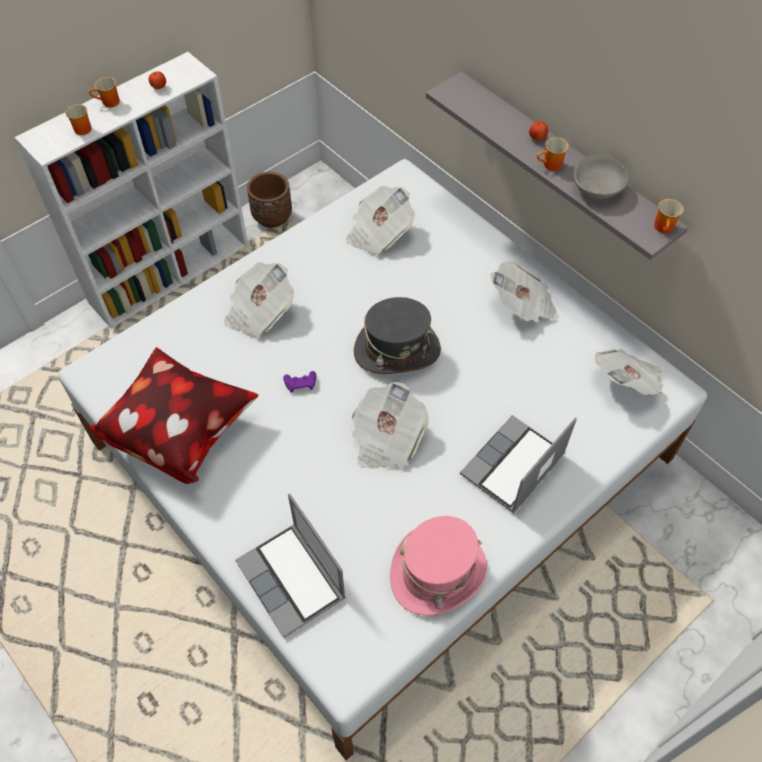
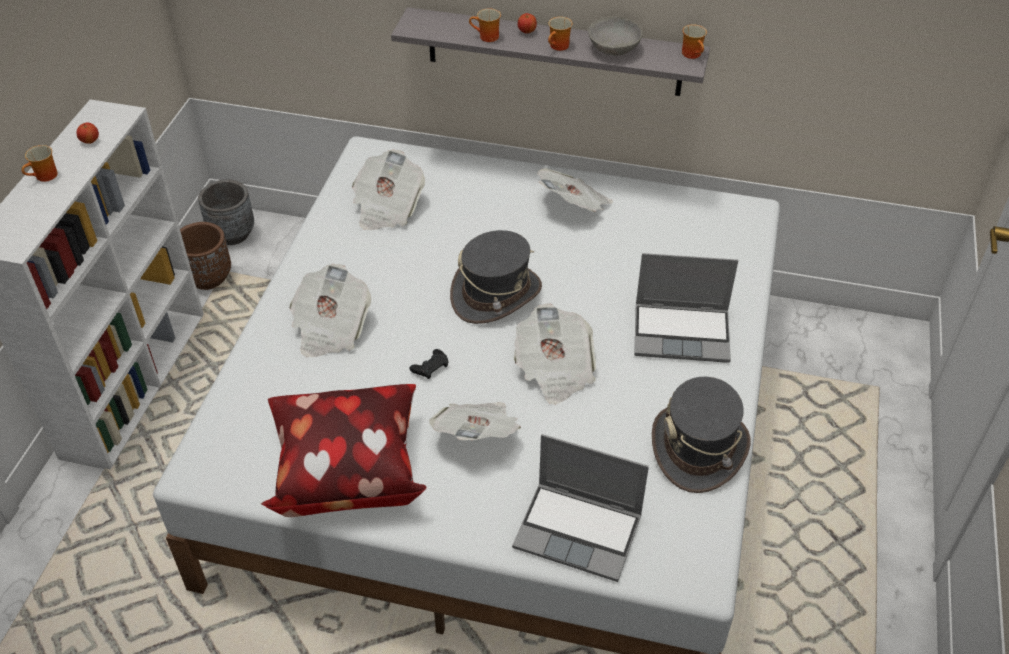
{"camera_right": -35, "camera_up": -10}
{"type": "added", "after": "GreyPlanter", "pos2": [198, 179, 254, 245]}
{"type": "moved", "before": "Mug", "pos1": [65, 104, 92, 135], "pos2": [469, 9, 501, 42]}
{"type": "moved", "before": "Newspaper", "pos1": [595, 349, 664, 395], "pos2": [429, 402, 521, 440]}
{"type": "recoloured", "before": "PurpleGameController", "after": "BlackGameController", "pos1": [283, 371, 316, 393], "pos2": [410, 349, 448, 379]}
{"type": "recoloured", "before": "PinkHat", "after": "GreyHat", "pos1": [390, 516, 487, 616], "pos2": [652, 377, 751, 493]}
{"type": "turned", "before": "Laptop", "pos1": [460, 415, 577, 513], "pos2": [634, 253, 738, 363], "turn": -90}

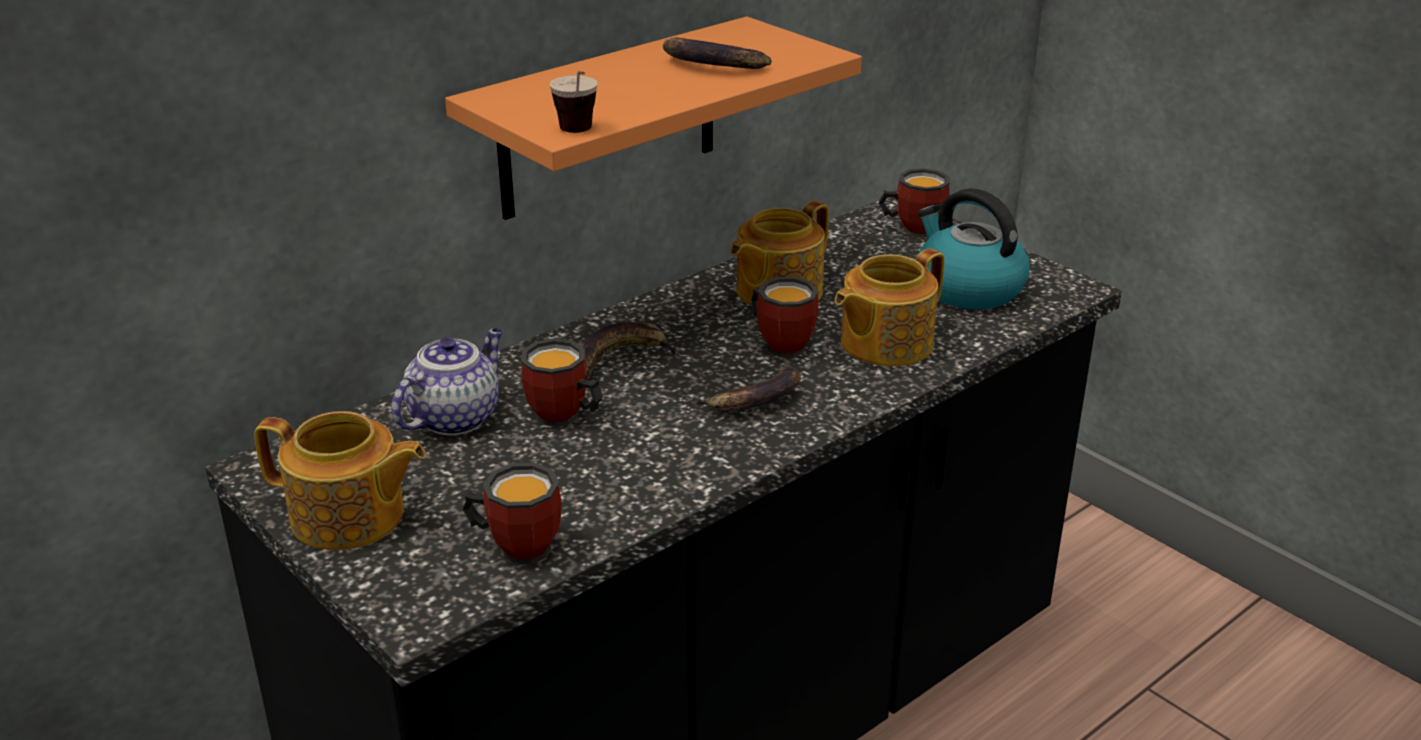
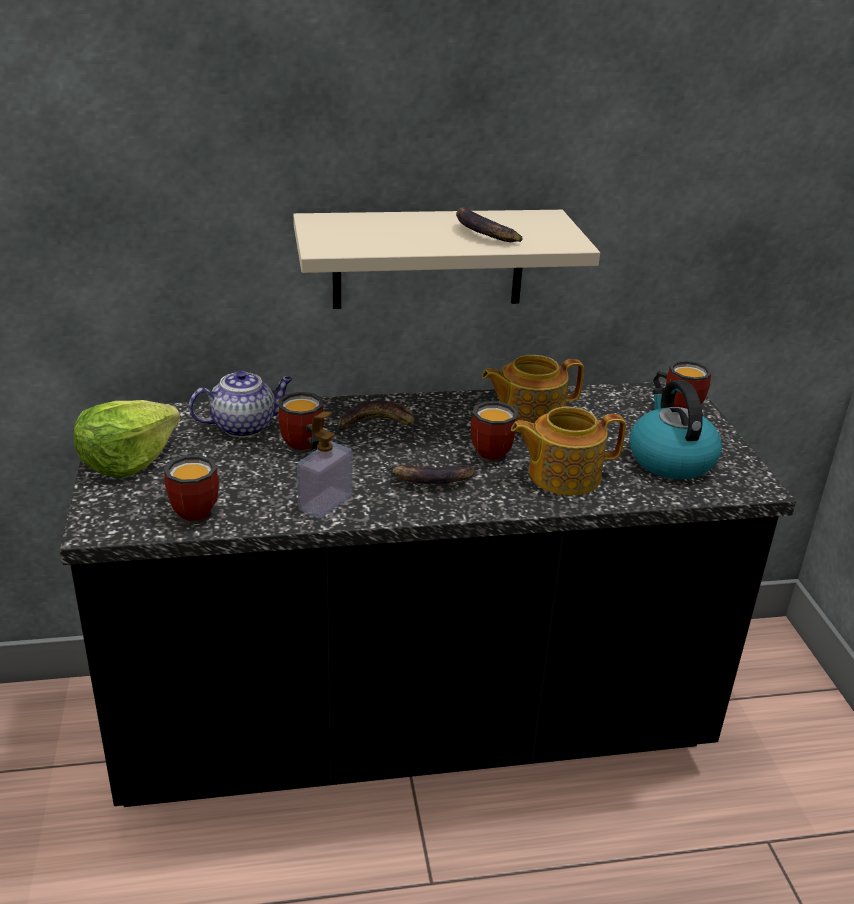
{"camera_right": 30, "camera_up": 0}
{"type": "removed", "before": "Cup", "pos1": [550, 71, 597, 133]}
{"type": "added", "after": "SoapDispenser", "pos2": [297, 412, 352, 518]}
{"type": "replaced", "before": "Teapot", "after": "Lettuce", "pos1": [254, 411, 426, 550], "pos2": [74, 400, 181, 478]}
{"type": "recoloured", "before": "OrangeShelf", "after": "BeigeShelf", "pos1": [445, 17, 862, 220], "pos2": [293, 210, 600, 309]}

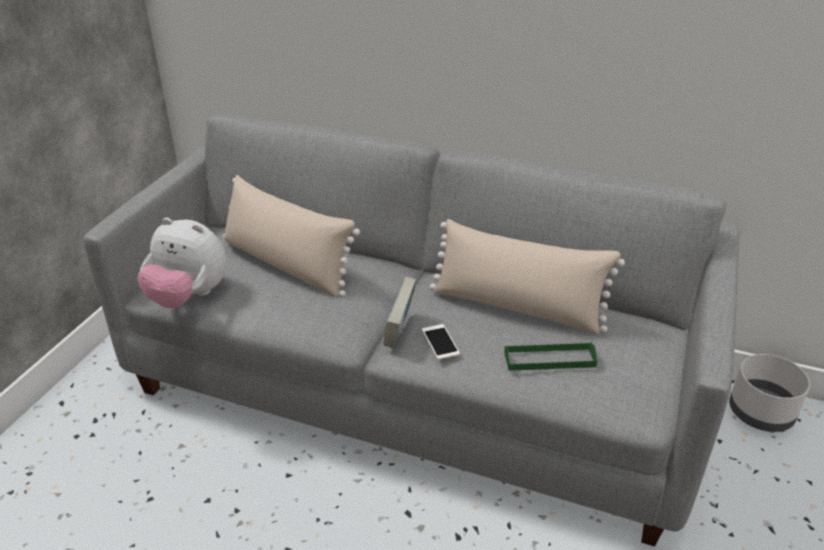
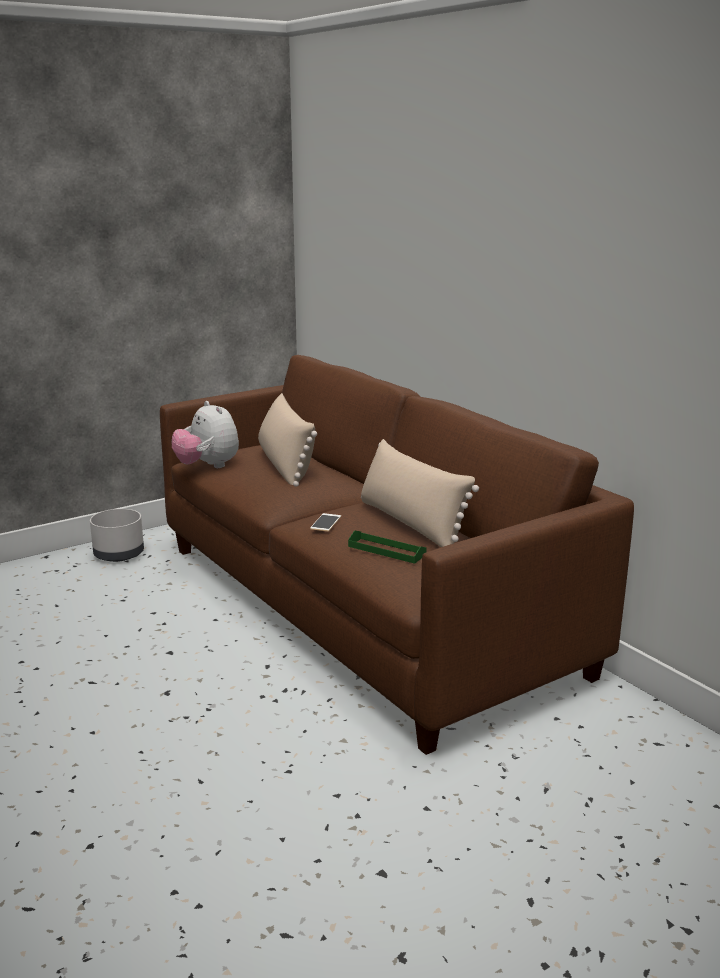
{"camera_right": 35, "camera_up": -15}
{"type": "removed", "before": "Book", "pos1": [384, 277, 416, 348]}
{"type": "moved", "before": "GreyPlanter", "pos1": [729, 354, 810, 432], "pos2": [90, 509, 144, 562]}
{"type": "recoloured", "before": "GreySofa", "after": "BrownSofa", "pos1": [83, 114, 739, 546], "pos2": [160, 355, 634, 755]}

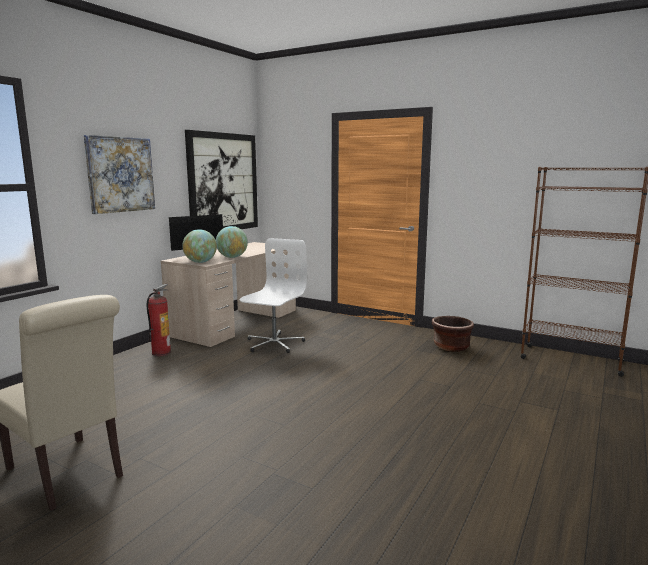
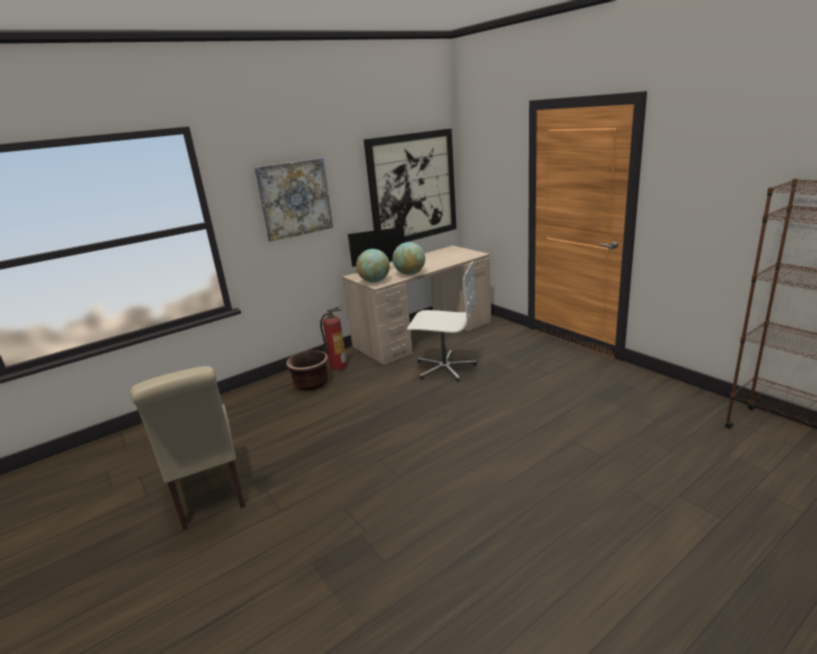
{"camera_right": 25, "camera_up": 10}
{"type": "moved", "before": "BrownPlanter", "pos1": [432, 316, 474, 352], "pos2": [286, 350, 328, 390]}
{"type": "turned", "before": "WhiteOfficeChair", "pos1": [240, 238, 307, 353], "pos2": [407, 261, 477, 382], "turn": 60}

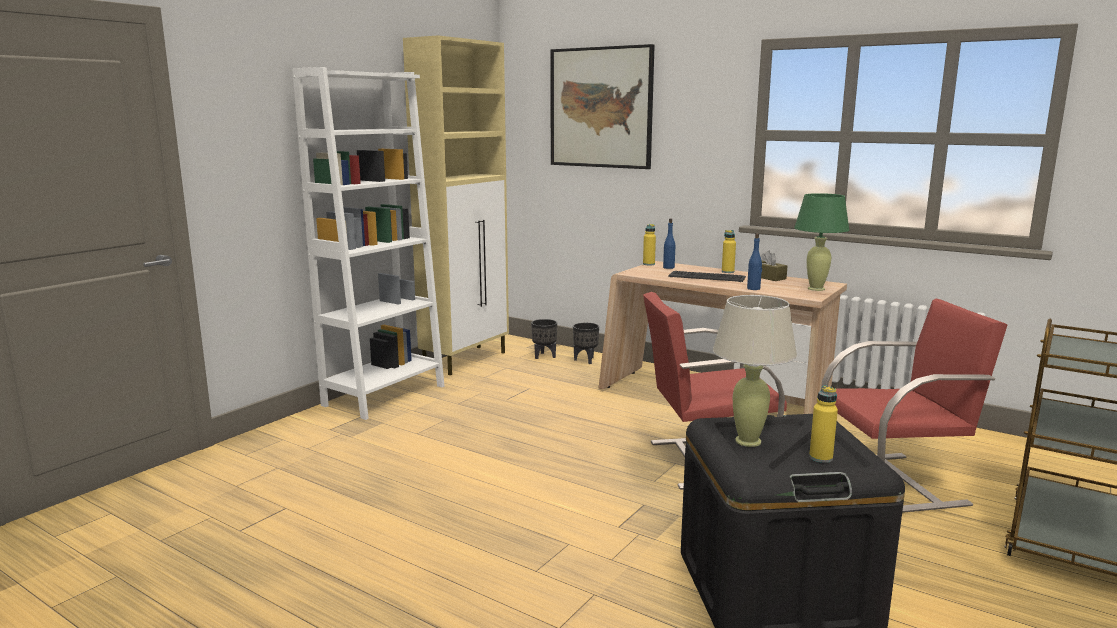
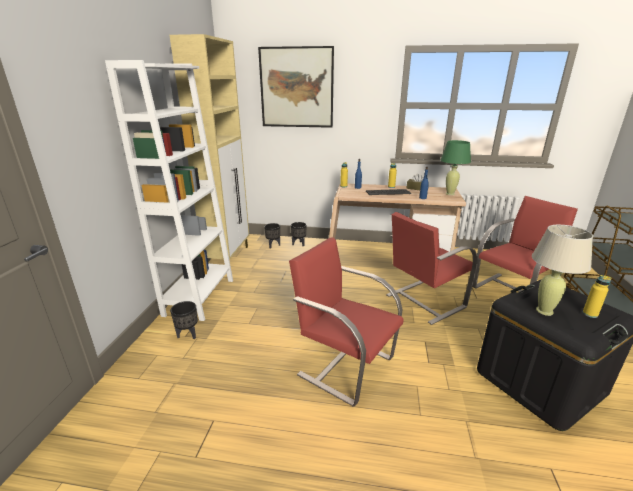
{"camera_right": -25, "camera_up": 10}
{"type": "added", "after": "BlackPlanter", "pos2": [170, 301, 198, 339]}
{"type": "added", "after": "RedChair", "pos2": [289, 238, 403, 406]}

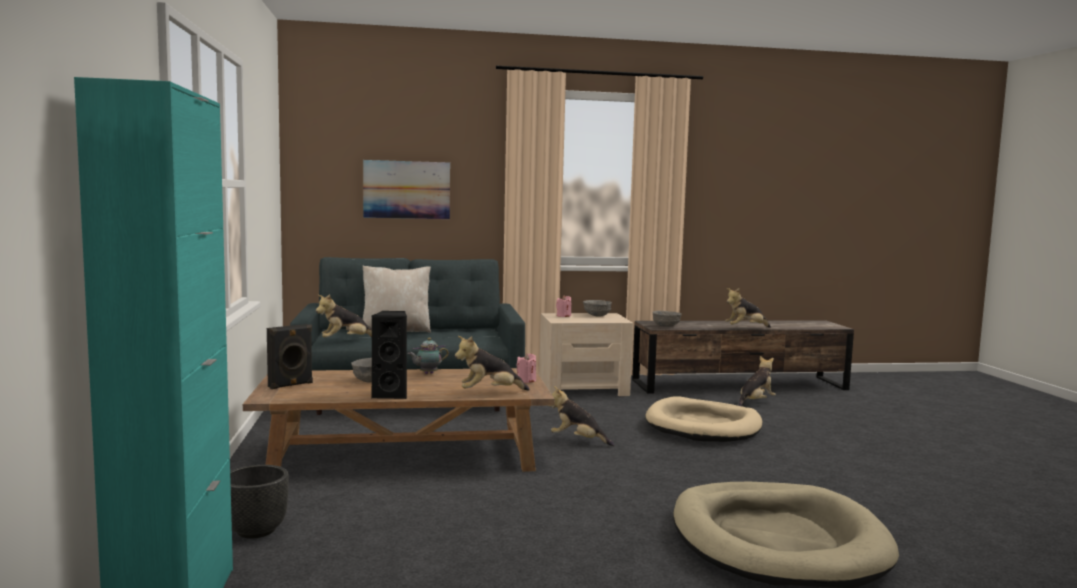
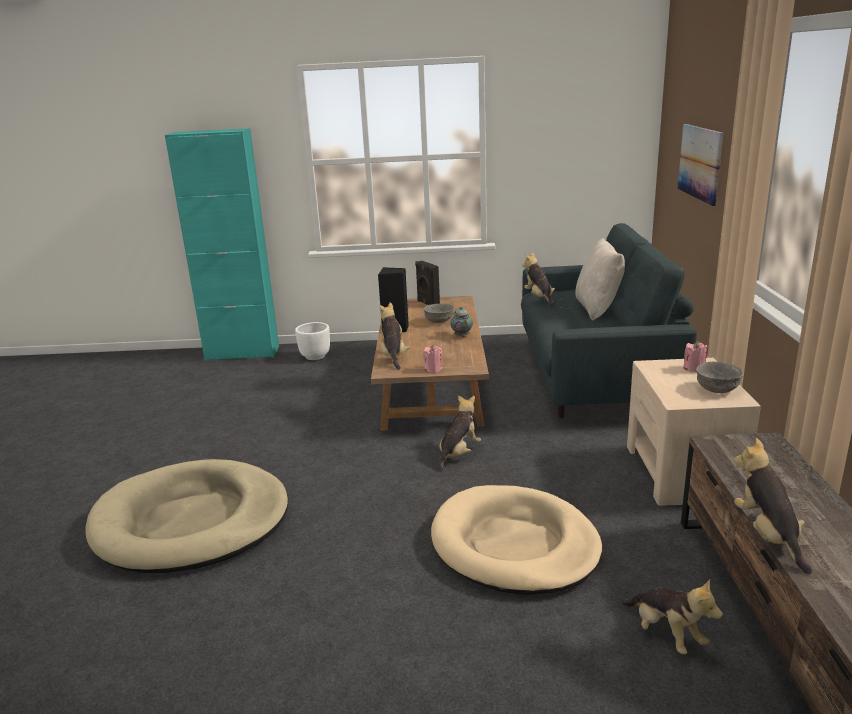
{"camera_right": 100, "camera_up": 15}
{"type": "removed", "before": "GreyBowl", "pos1": [652, 311, 682, 327]}
{"type": "recoloured", "before": "BlackPlanter", "after": "WhitePlanter", "pos1": [230, 465, 289, 539], "pos2": [295, 322, 330, 360]}

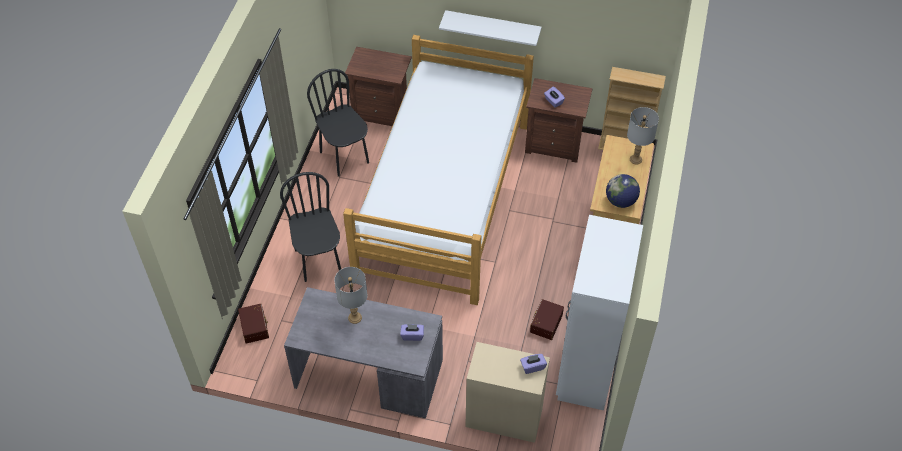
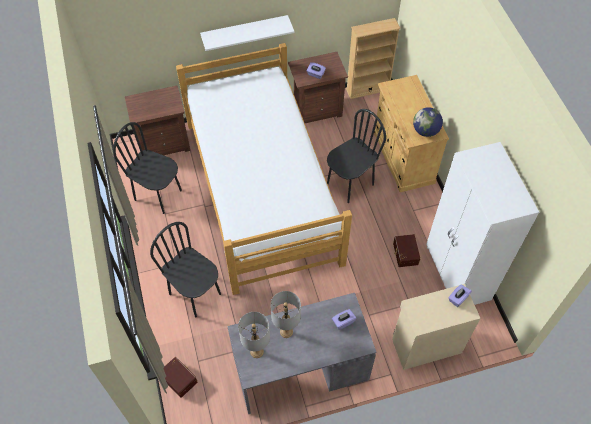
{"camera_right": -30, "camera_up": 5}
{"type": "added", "after": "BlackChair", "pos2": [327, 109, 386, 203]}
{"type": "moved", "before": "GreyTableLamp", "pos1": [627, 107, 659, 164], "pos2": [238, 312, 270, 358]}

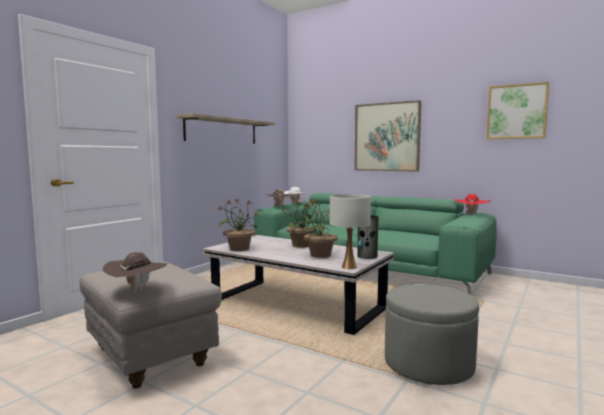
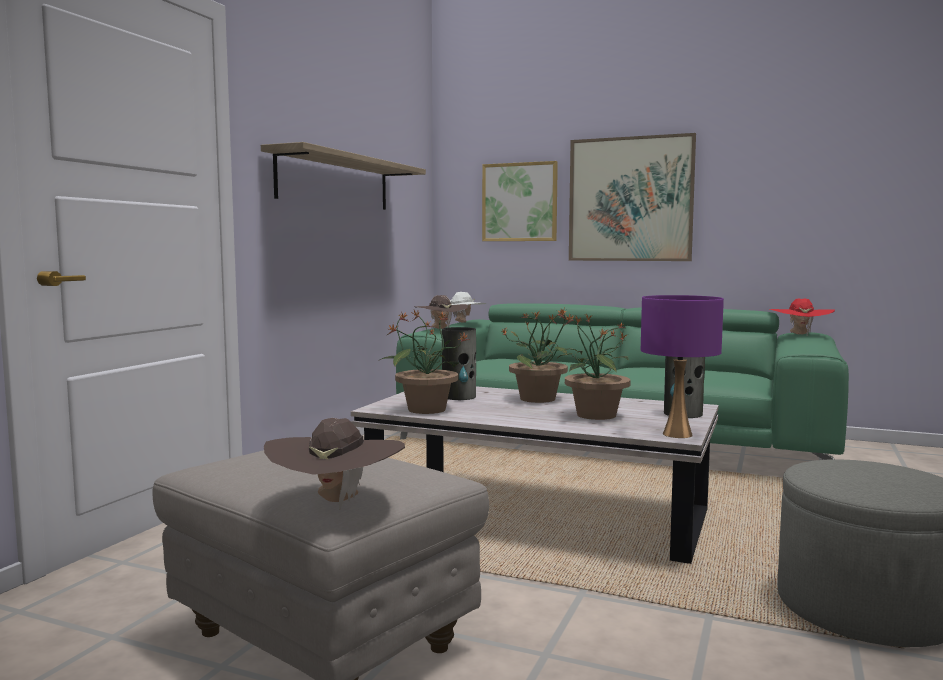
{"camera_right": -10, "camera_up": 0}
{"type": "added", "after": "Vase", "pos2": [442, 327, 476, 400]}
{"type": "moved", "before": "Picture", "pos1": [486, 82, 549, 139], "pos2": [482, 161, 558, 241]}
{"type": "recoloured", "before": "WhiteTableLamp", "after": "PurpleTableLamp", "pos1": [330, 194, 371, 269], "pos2": [641, 295, 724, 438]}

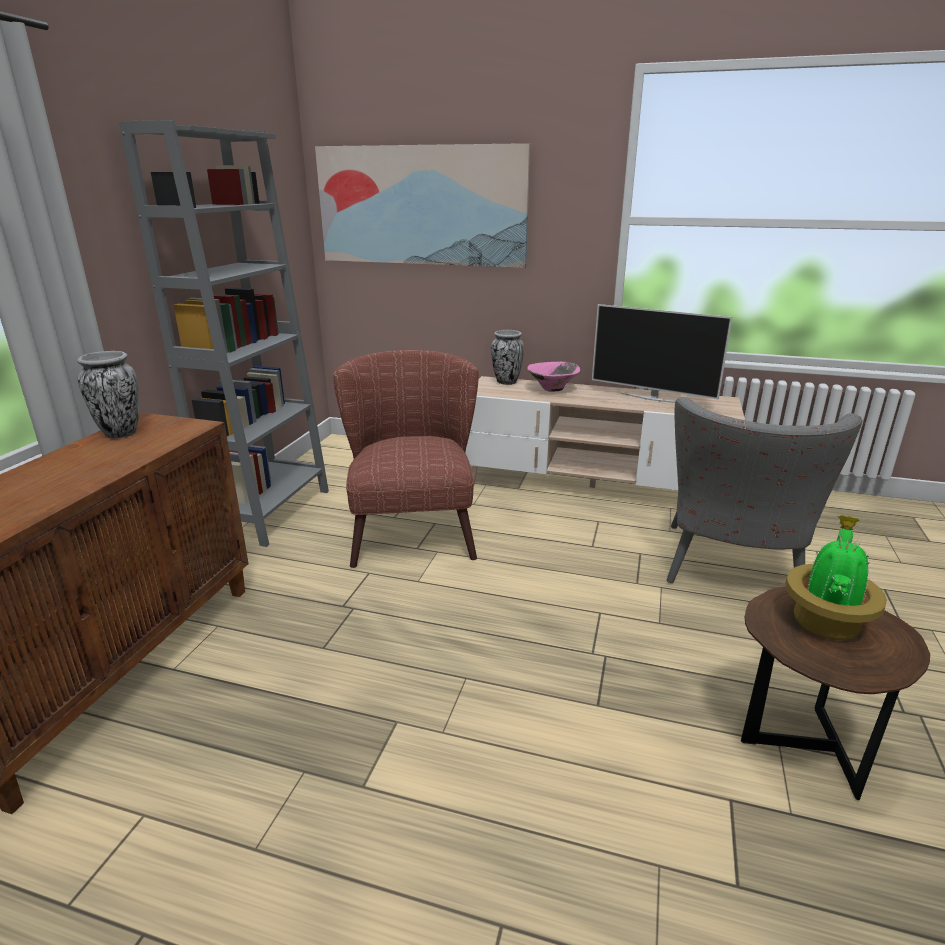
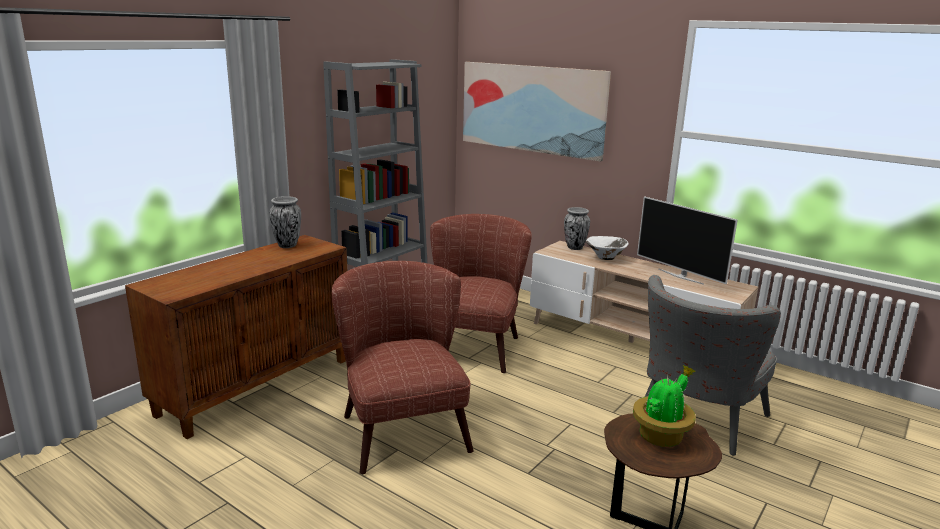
{"camera_right": 20, "camera_up": -5}
{"type": "added", "after": "BrownArmchair", "pos2": [331, 261, 473, 474]}
{"type": "recoloured", "before": "PinkBowl", "after": "WhiteBowl", "pos1": [527, 362, 580, 391], "pos2": [586, 236, 629, 260]}

